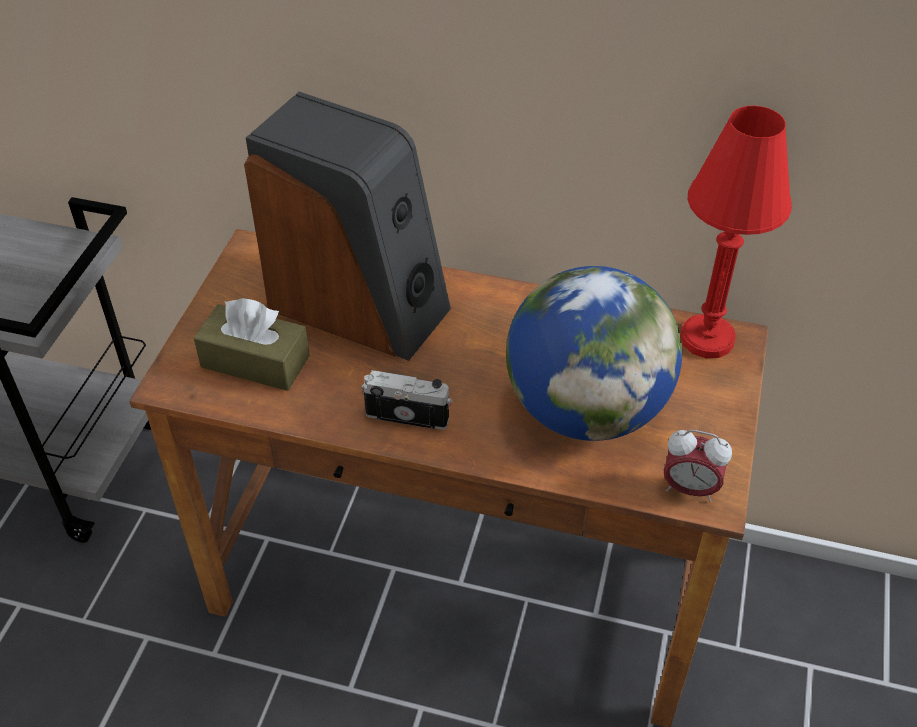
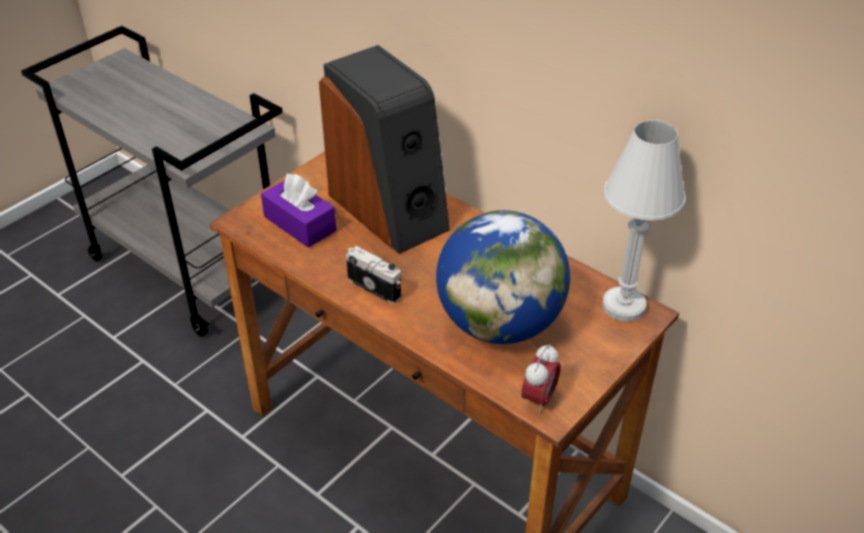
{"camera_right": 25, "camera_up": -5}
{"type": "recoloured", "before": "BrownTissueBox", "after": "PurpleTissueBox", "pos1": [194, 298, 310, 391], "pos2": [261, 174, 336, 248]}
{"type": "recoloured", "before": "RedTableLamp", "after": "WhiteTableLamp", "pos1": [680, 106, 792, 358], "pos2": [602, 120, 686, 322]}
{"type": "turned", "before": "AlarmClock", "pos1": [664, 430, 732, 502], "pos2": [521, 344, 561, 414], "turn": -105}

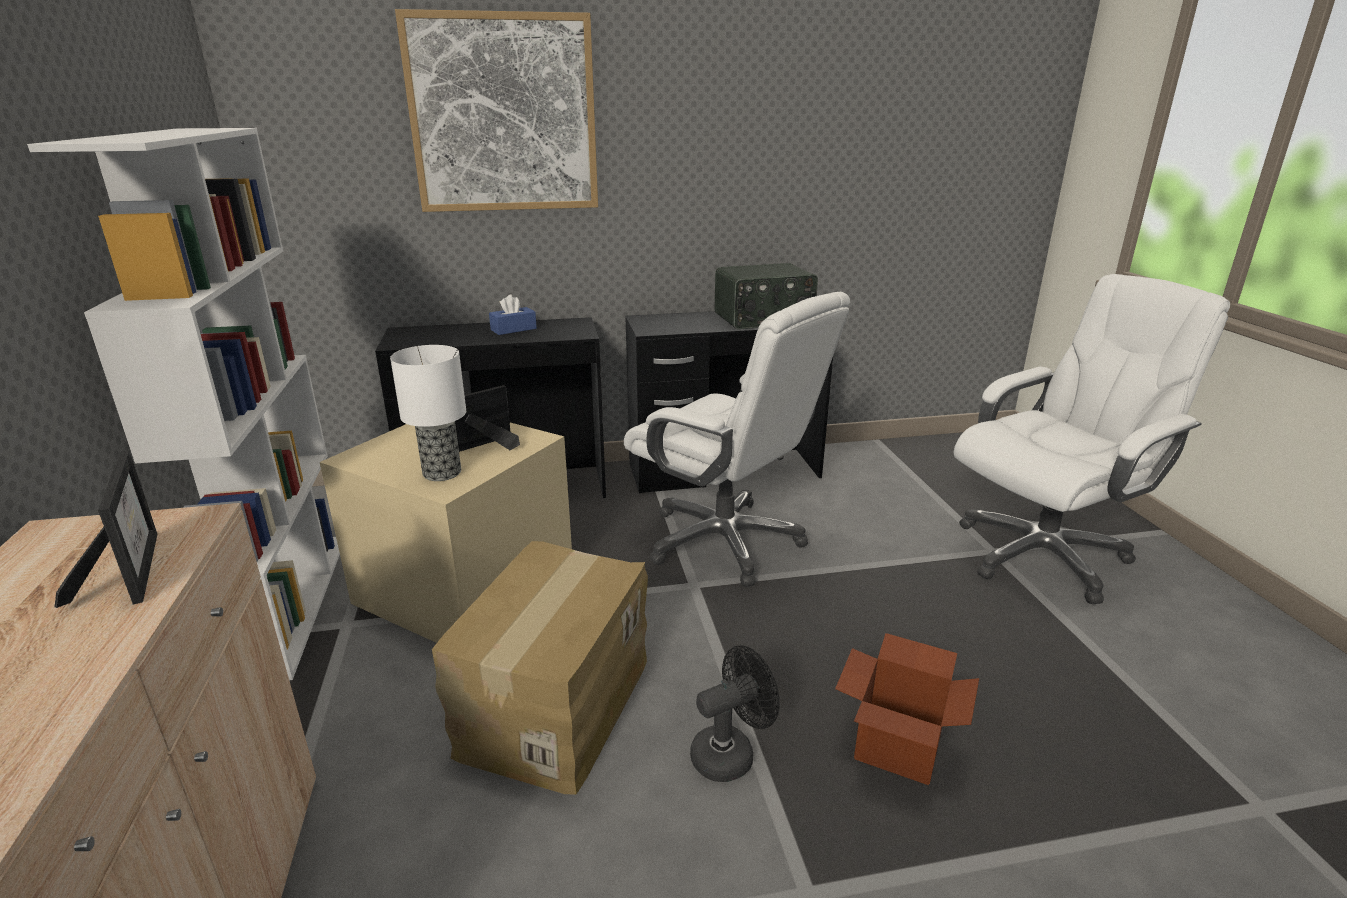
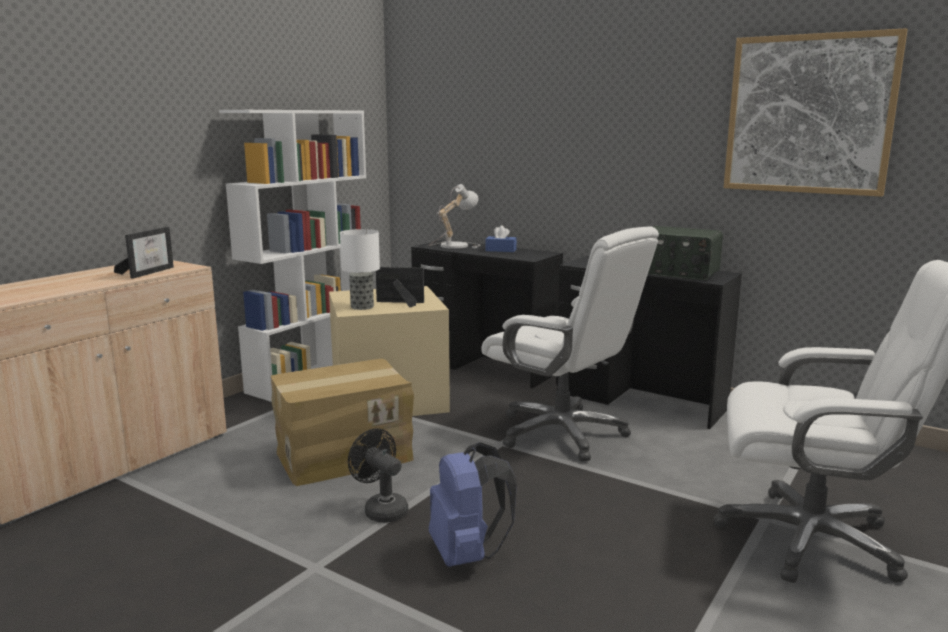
{"camera_right": 45, "camera_up": -10}
{"type": "added", "after": "TableLamp", "pos2": [428, 184, 480, 249]}
{"type": "moved", "before": "Picture", "pos1": [395, 9, 598, 212], "pos2": [724, 28, 908, 197]}
{"type": "replaced", "before": "CardboardBox", "after": "BlueBackpack", "pos1": [835, 633, 979, 785], "pos2": [429, 442, 517, 567]}
{"type": "turned", "before": "WhiteOfficeChair", "pos1": [624, 292, 850, 587], "pos2": [482, 226, 659, 461], "turn": -45}
{"type": "turned", "before": "BlackFan", "pos1": [690, 645, 780, 782], "pos2": [348, 428, 408, 523], "turn": -150}

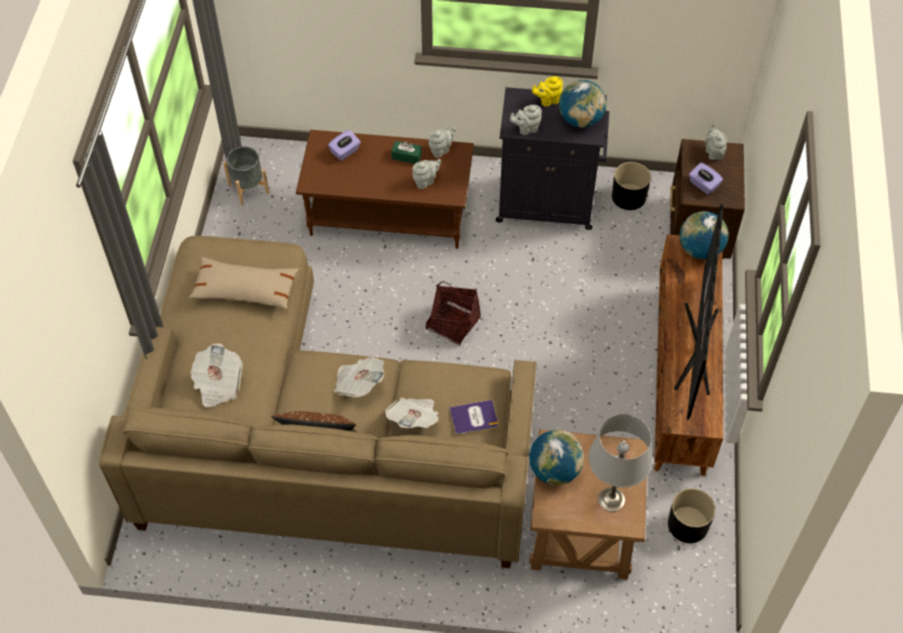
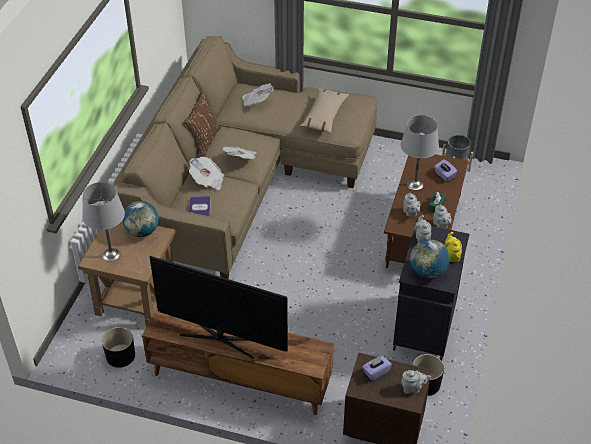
{"camera_right": 100, "camera_up": -10}
{"type": "removed", "before": "Basket", "pos1": [426, 281, 481, 346]}
{"type": "removed", "before": "Globe", "pos1": [680, 211, 729, 260]}
{"type": "added", "after": "GreyTableLamp", "pos2": [401, 115, 439, 190]}

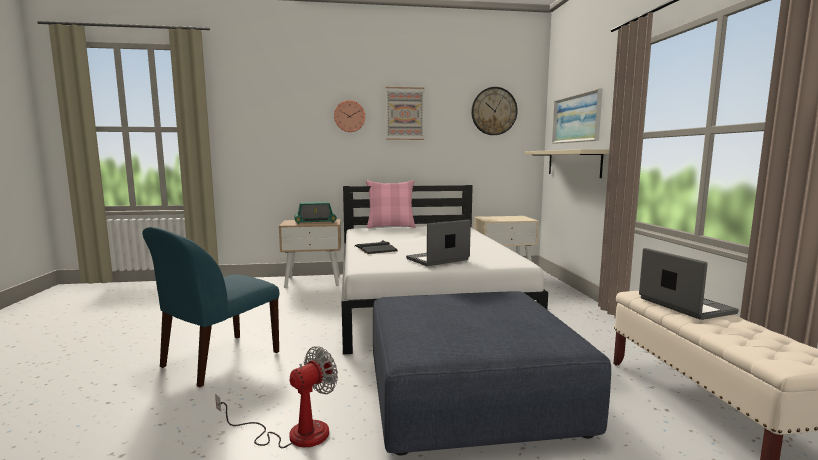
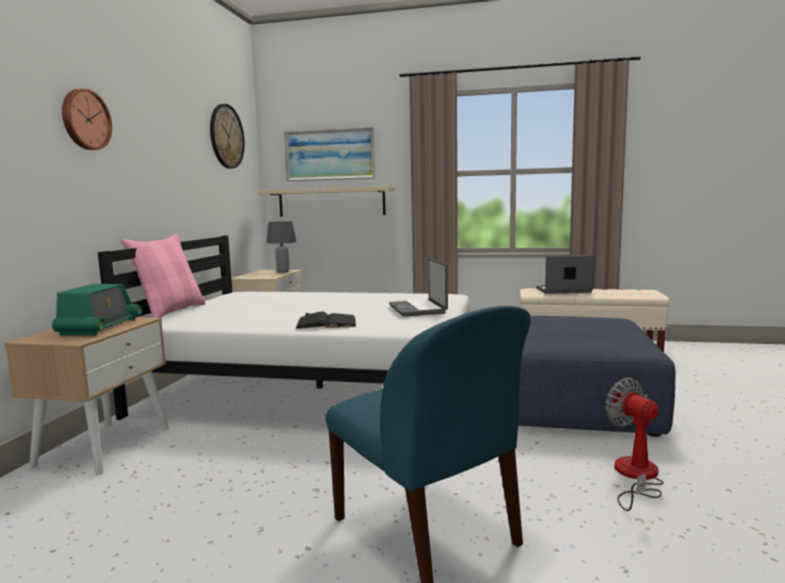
{"camera_right": -70, "camera_up": 0}
{"type": "removed", "before": "Picture", "pos1": [386, 87, 424, 140]}
{"type": "added", "after": "GreyTableLamp", "pos2": [266, 221, 296, 273]}

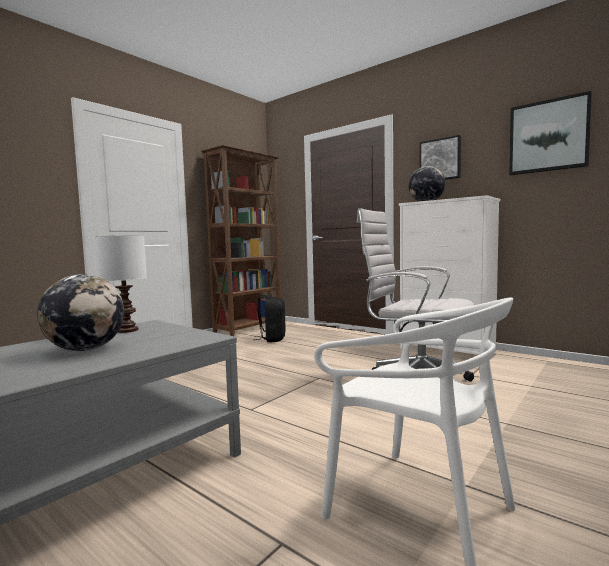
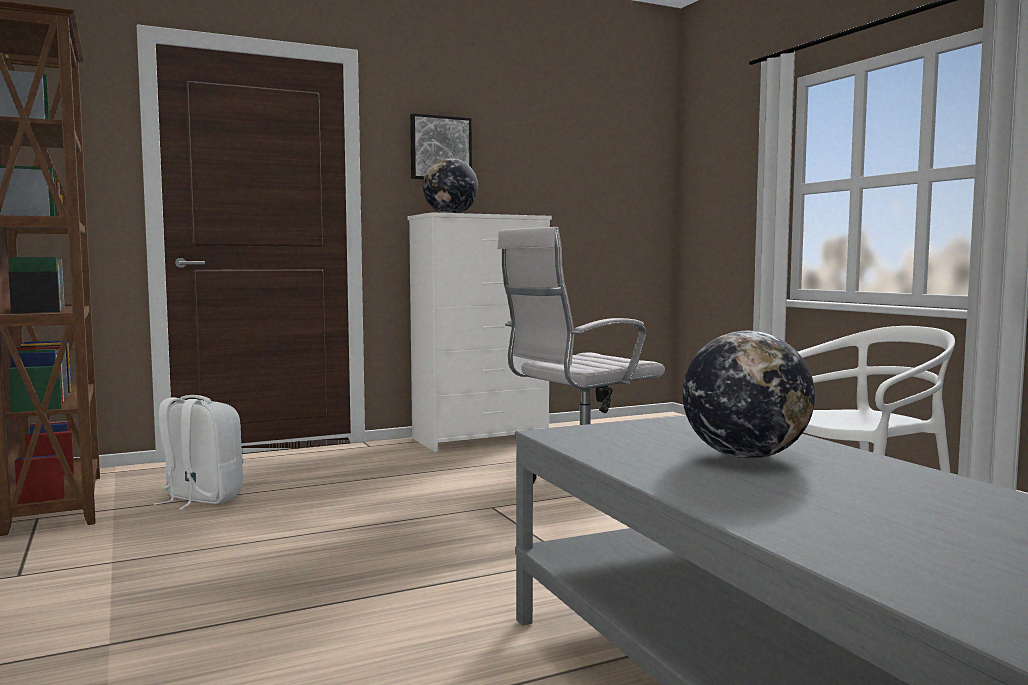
{"camera_right": -65, "camera_up": 0}
{"type": "removed", "before": "WhiteTableLamp", "pos1": [96, 235, 147, 333]}
{"type": "removed", "before": "Picture", "pos1": [509, 91, 592, 175]}
{"type": "recoloured", "before": "BlackBackpack", "after": "WhiteBackpack", "pos1": [255, 294, 286, 342], "pos2": [153, 395, 243, 509]}

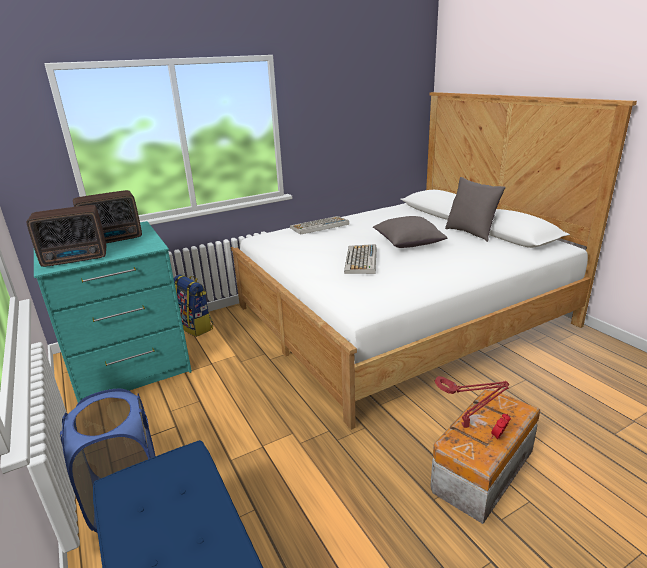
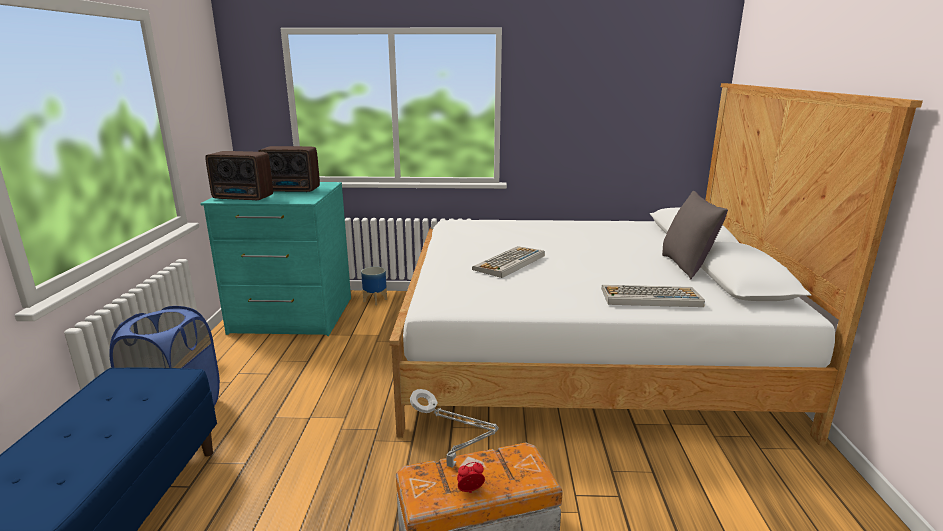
{"camera_right": 30, "camera_up": -5}
{"type": "removed", "before": "GreyPillow", "pos1": [373, 216, 447, 248]}
{"type": "moved", "before": "Keyboard", "pos1": [290, 216, 349, 235], "pos2": [602, 285, 705, 307]}
{"type": "replaced", "before": "Backpack", "after": "Planter", "pos1": [174, 274, 214, 337], "pos2": [361, 267, 387, 305]}
{"type": "recoloured", "before": "RedTableLamp", "after": "GreyTableLamp", "pos1": [435, 376, 509, 428], "pos2": [410, 389, 499, 468]}

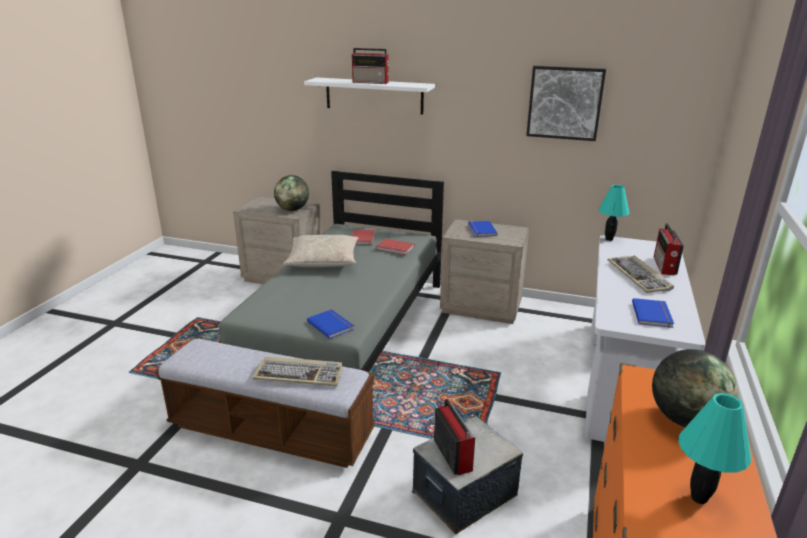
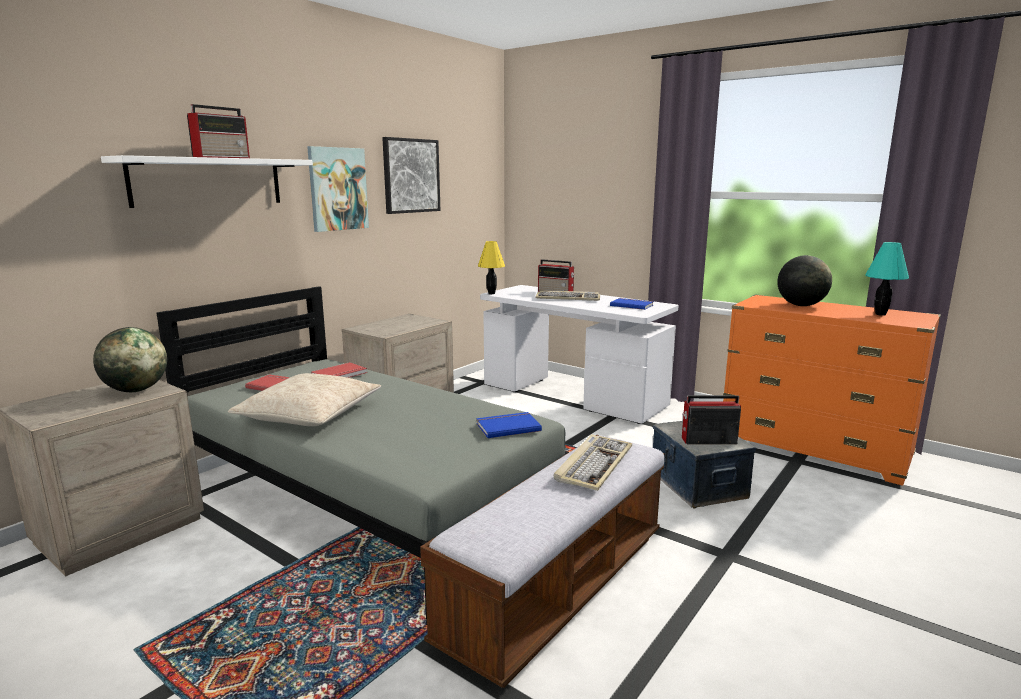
{"camera_right": -70, "camera_up": -10}
{"type": "removed", "before": "BlueBook", "pos1": [468, 221, 497, 237]}
{"type": "added", "after": "Picture", "pos2": [307, 146, 369, 232]}
{"type": "recoloured", "before": "TurquoiseTableLamp", "after": "YellowTableLamp", "pos1": [599, 185, 629, 241], "pos2": [478, 241, 505, 294]}

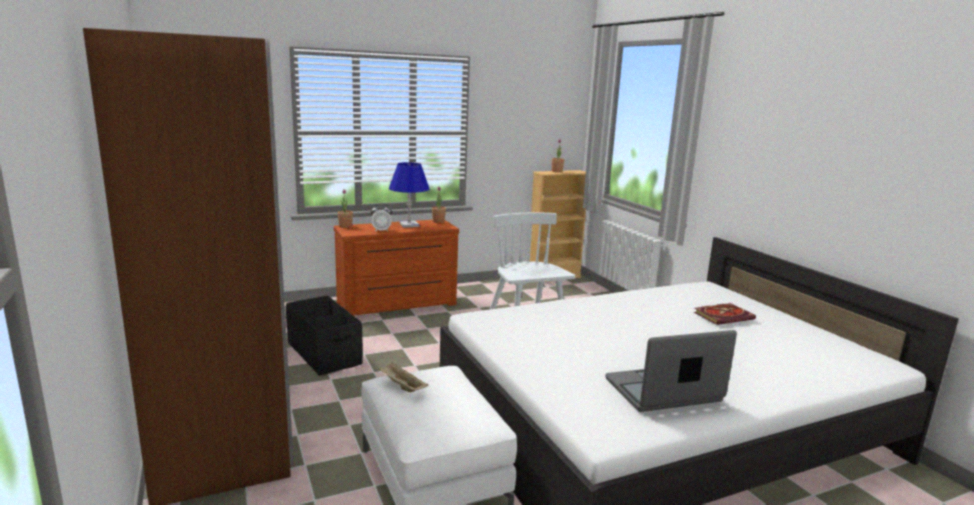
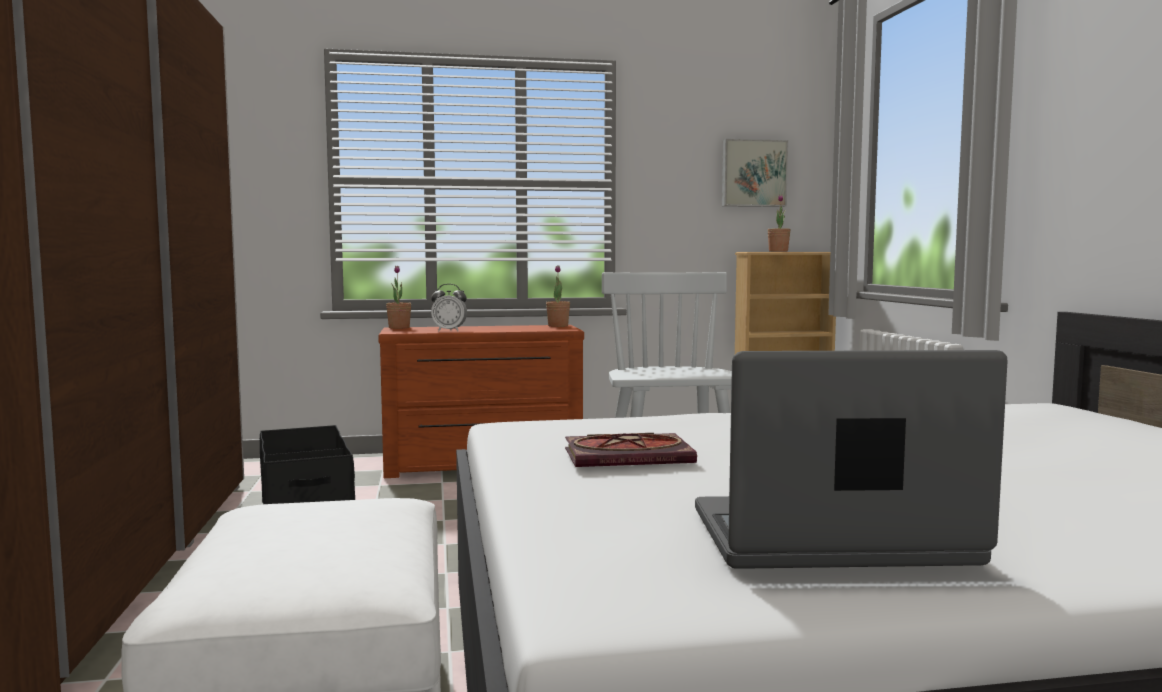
{"camera_right": 15, "camera_up": -10}
{"type": "removed", "before": "BeigeTray", "pos1": [378, 362, 429, 392]}
{"type": "removed", "before": "BlueTableLamp", "pos1": [389, 162, 430, 228]}
{"type": "added", "after": "Picture", "pos2": [722, 139, 788, 207]}
{"type": "moved", "before": "Book", "pos1": [694, 303, 756, 325], "pos2": [565, 433, 697, 467]}

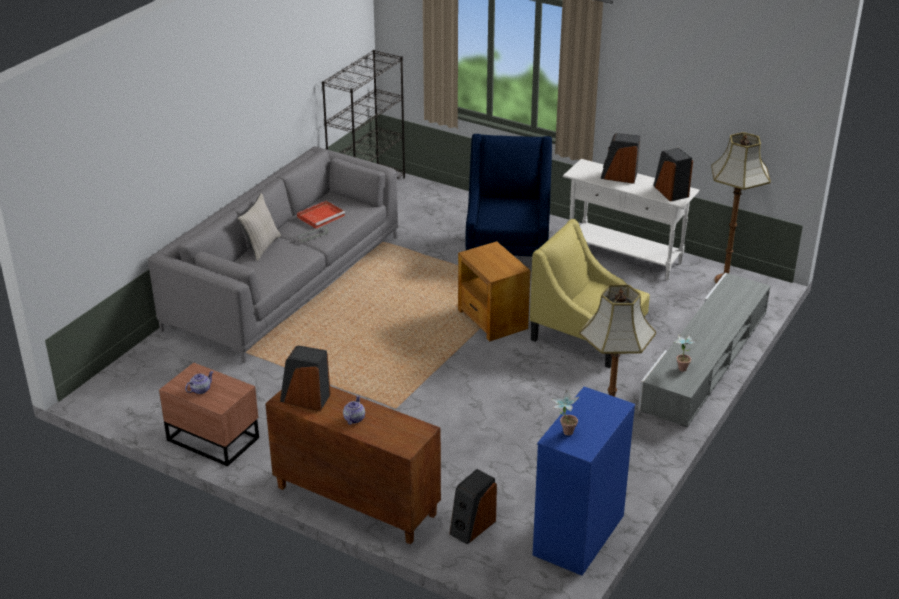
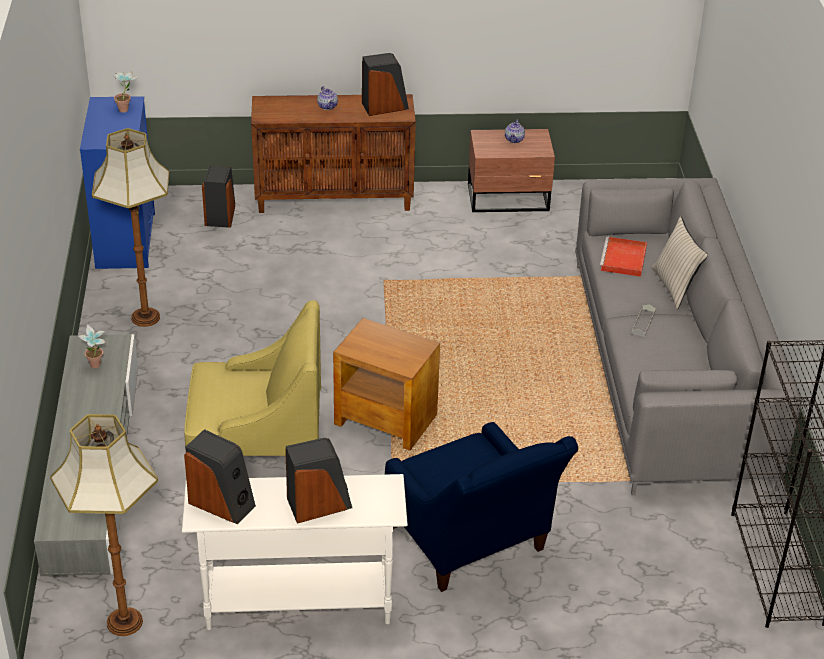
{"camera_right": 145, "camera_up": 5}
{"type": "moved", "before": "RedTray", "pos1": [297, 201, 345, 229], "pos2": [600, 237, 647, 277]}

